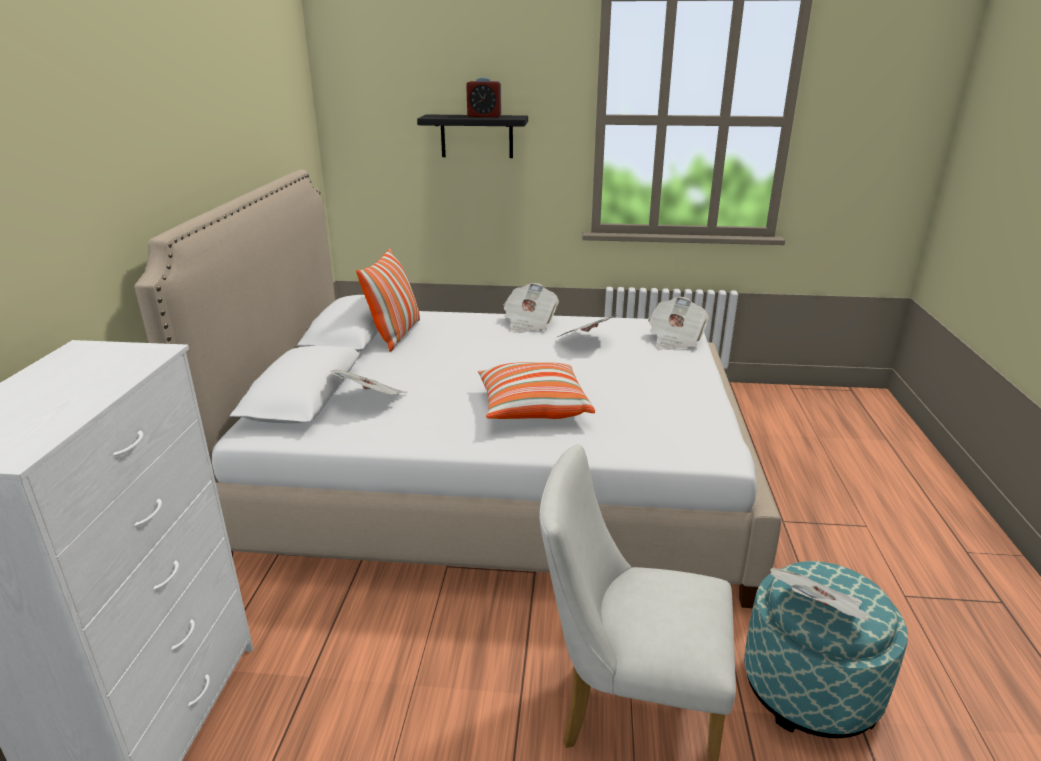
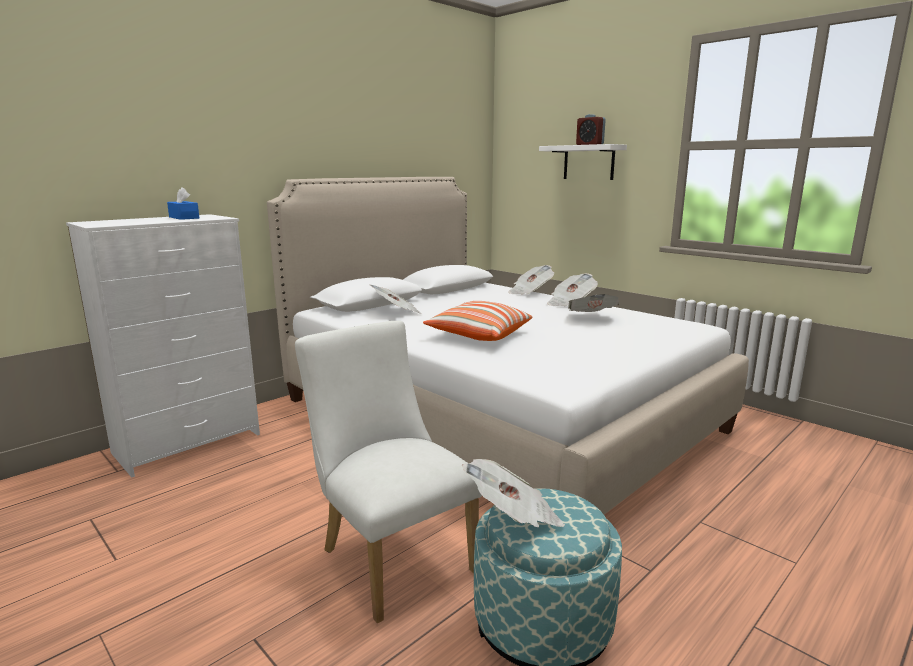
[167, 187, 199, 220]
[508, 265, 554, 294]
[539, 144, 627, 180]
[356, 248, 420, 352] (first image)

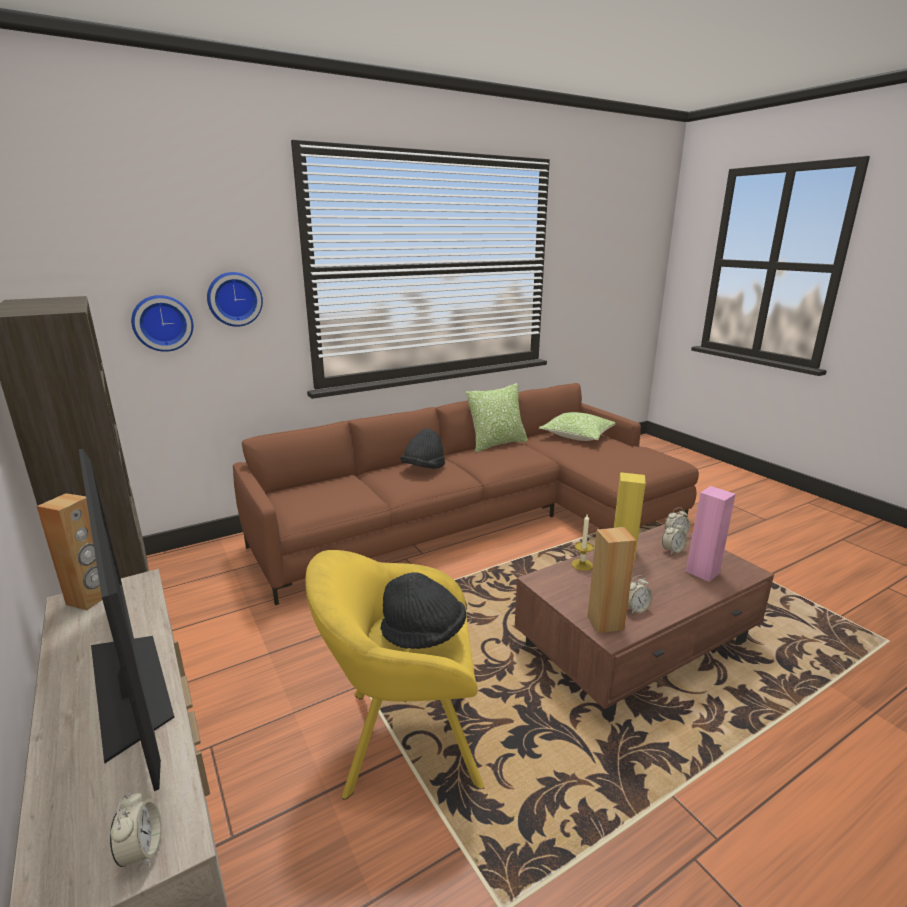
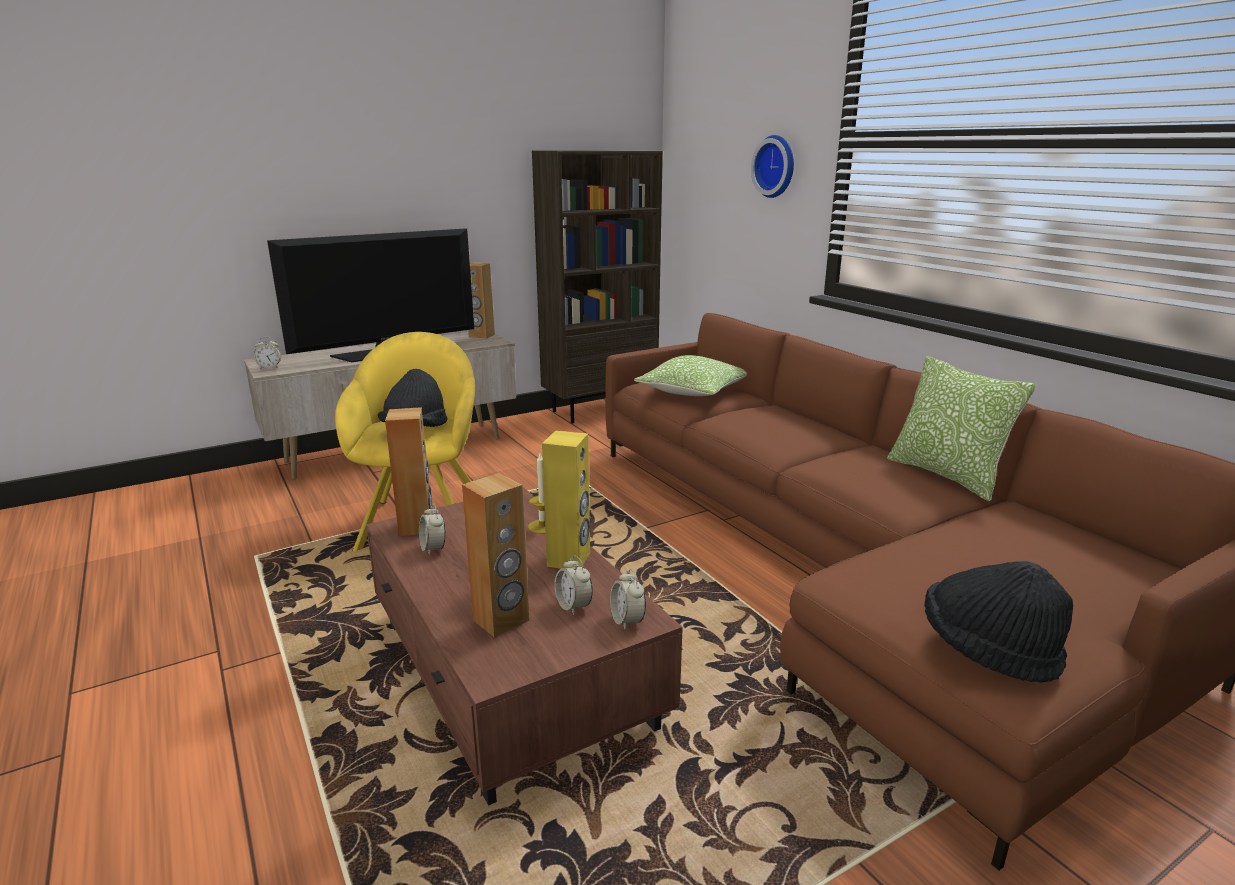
[462, 473, 529, 638]
[634, 355, 747, 396]
[924, 561, 1073, 683]
[131, 295, 193, 352] (first image)

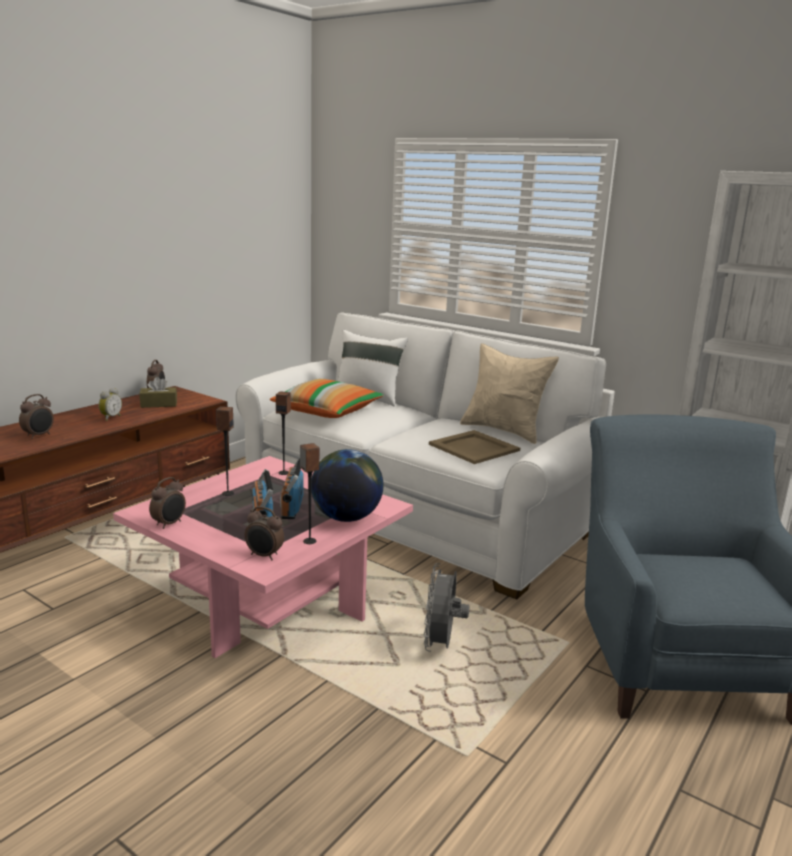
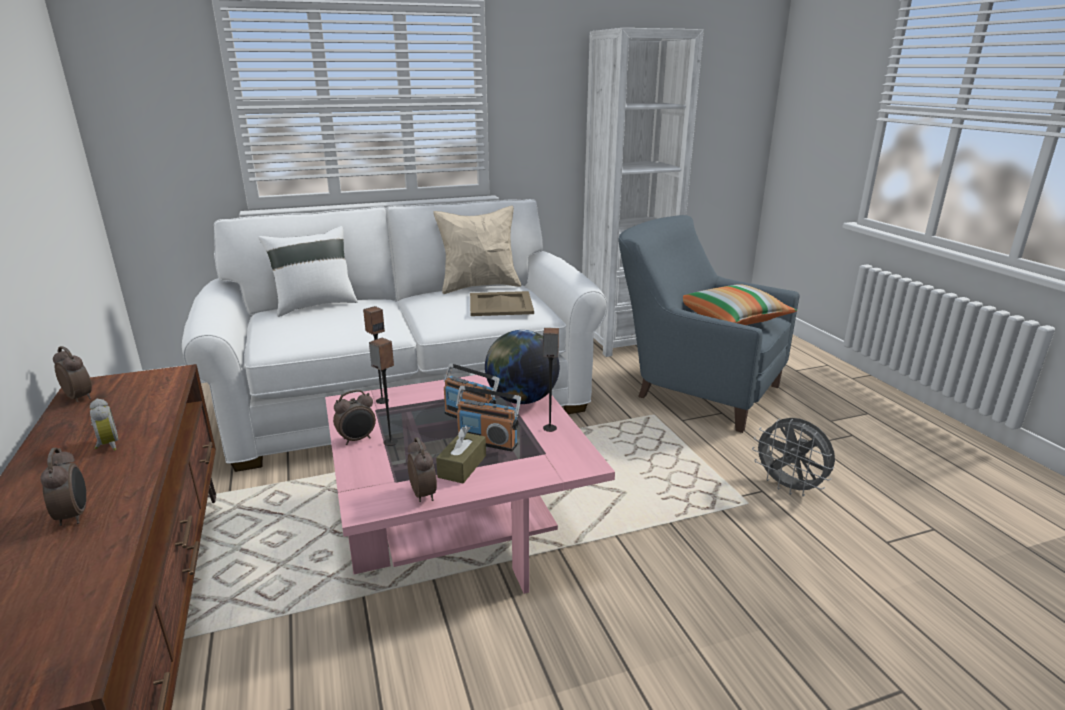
[333, 390, 376, 445]
[436, 426, 486, 483]
[683, 284, 797, 325]
[752, 418, 835, 496]

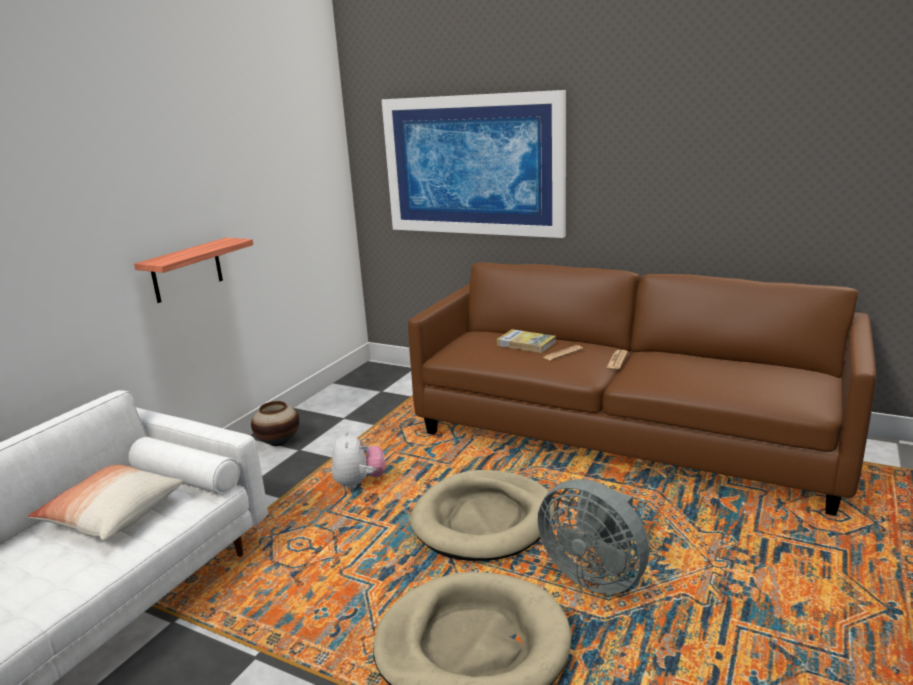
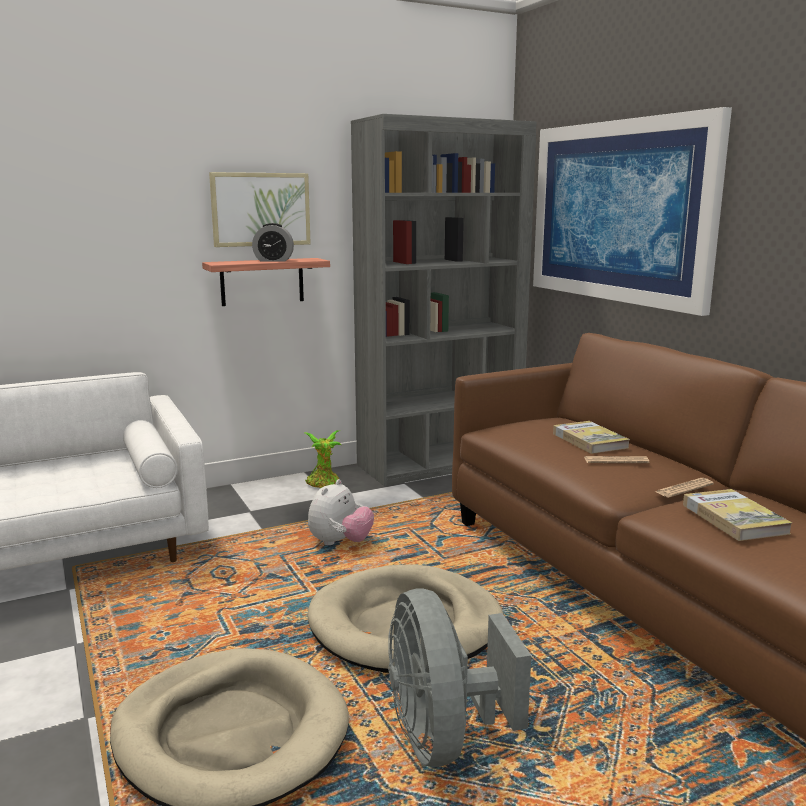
[209, 172, 311, 247]
[252, 223, 294, 261]
[305, 430, 341, 488]
[351, 114, 537, 486]
[683, 489, 792, 541]
[28, 465, 183, 541] (first image)

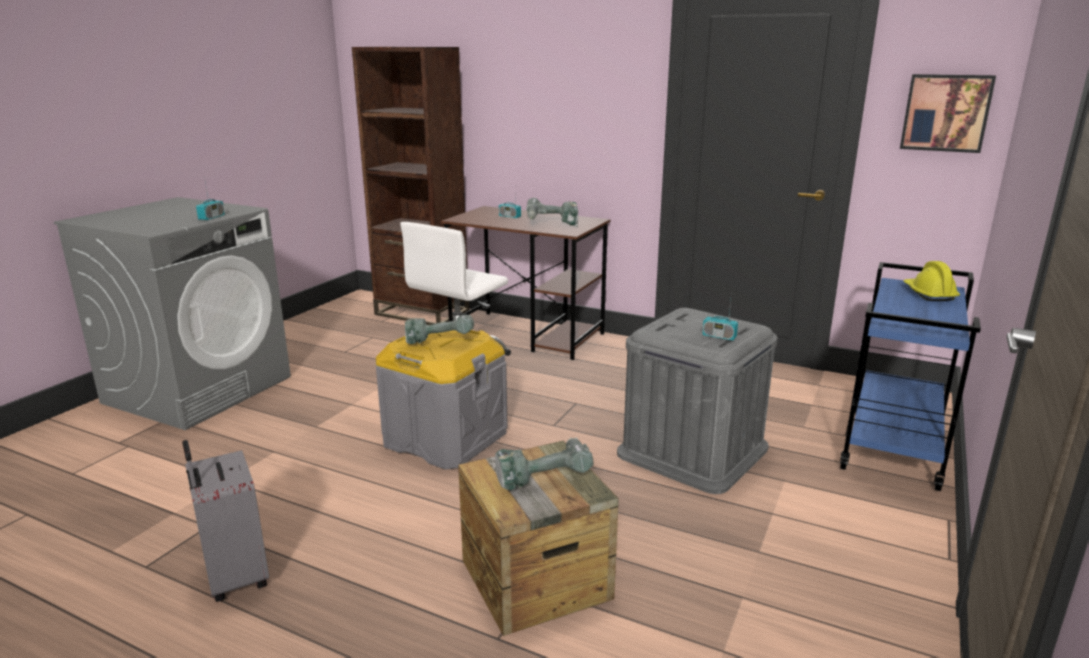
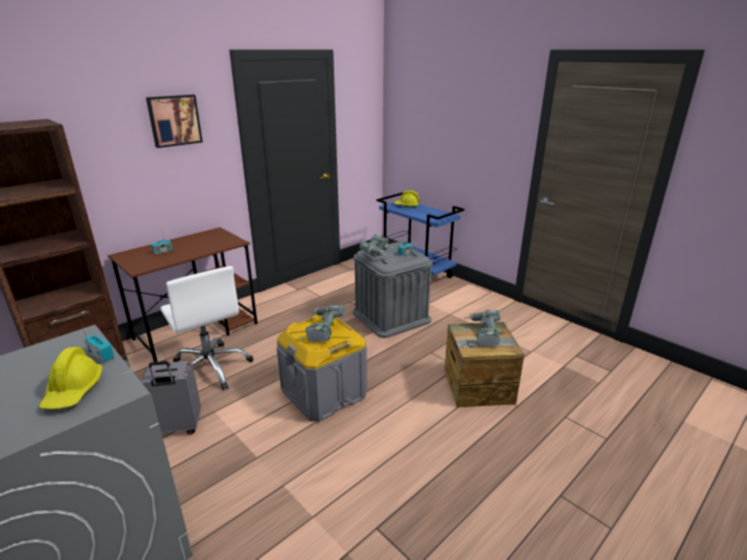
[39, 347, 102, 410]
[141, 361, 201, 435]
[146, 95, 203, 148]
[359, 234, 394, 256]

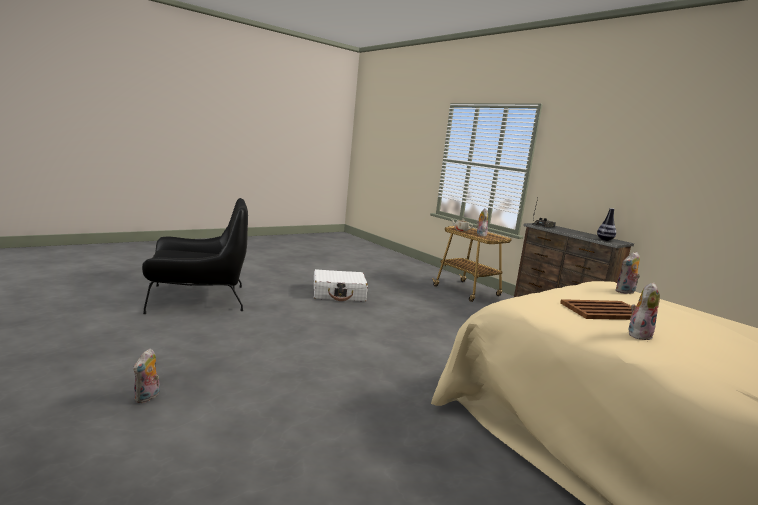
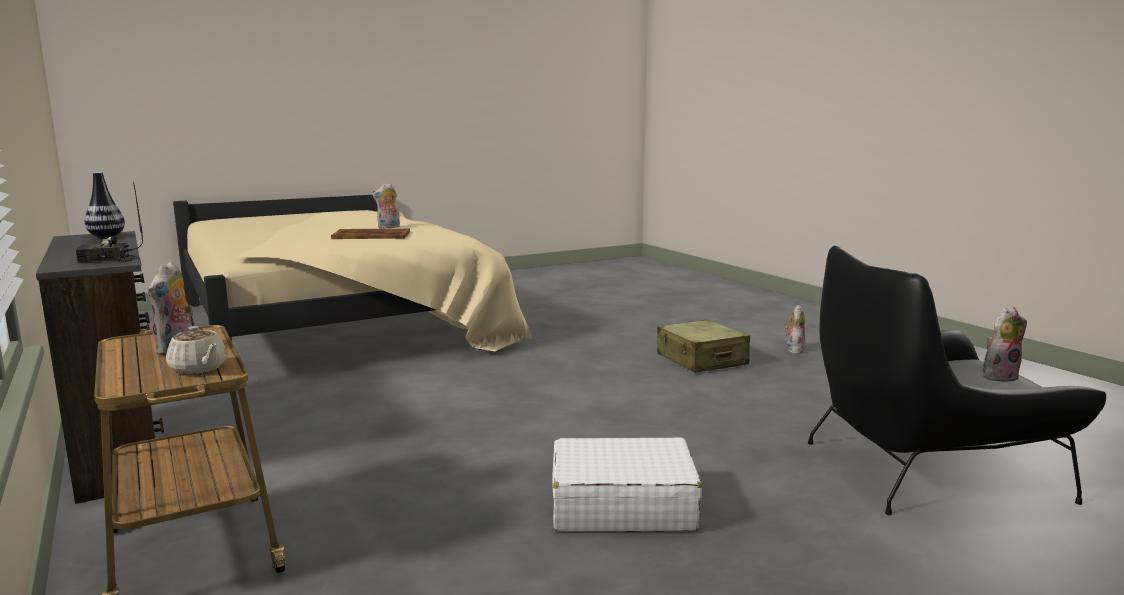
[657, 319, 750, 373]
[983, 307, 1027, 382]

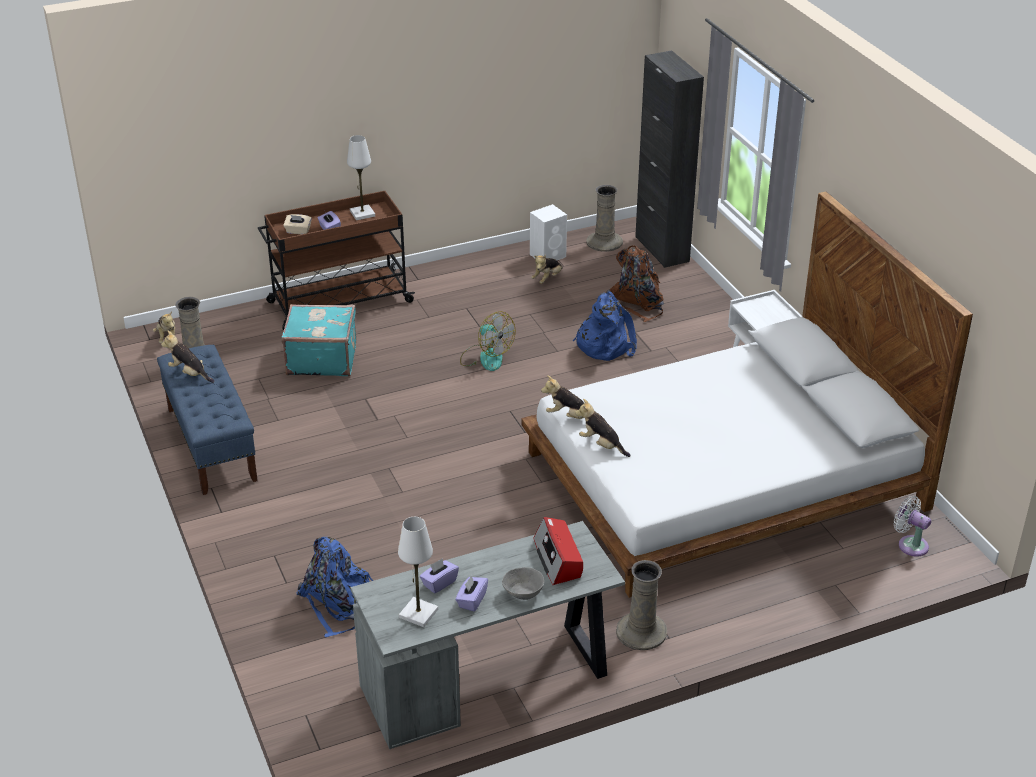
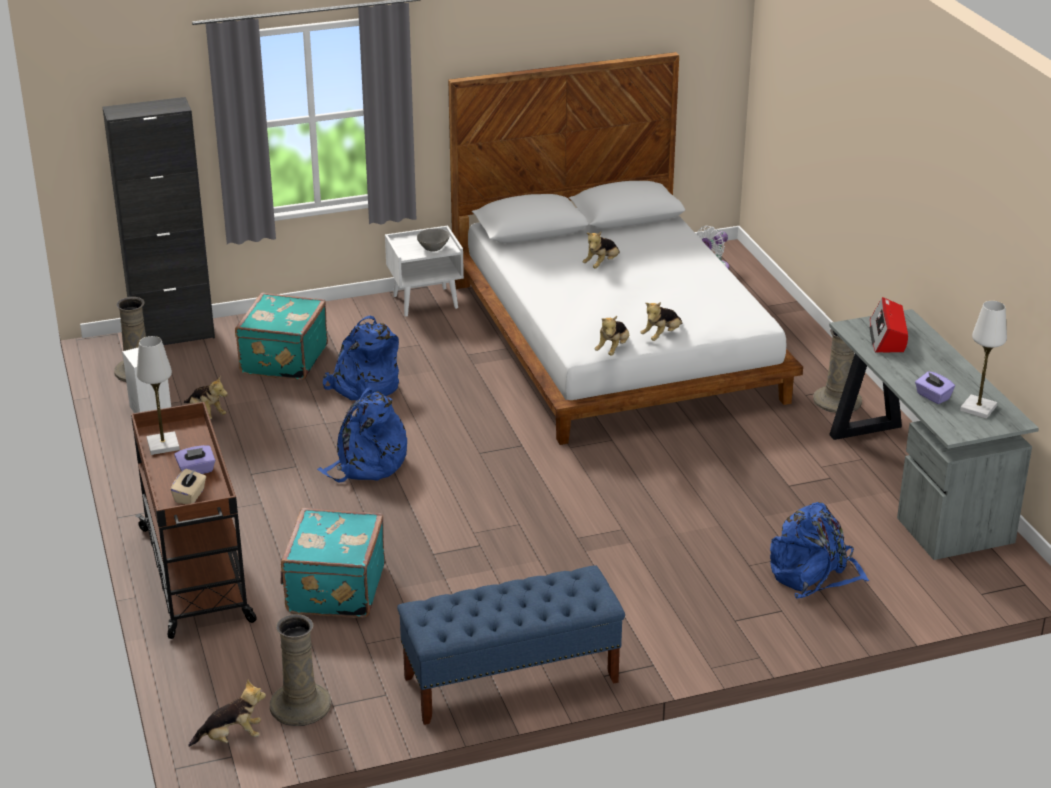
[235, 293, 328, 380]
[317, 387, 407, 482]
[417, 228, 450, 252]
[582, 232, 620, 269]
[870, 297, 908, 353]
[455, 575, 488, 612] (first image)

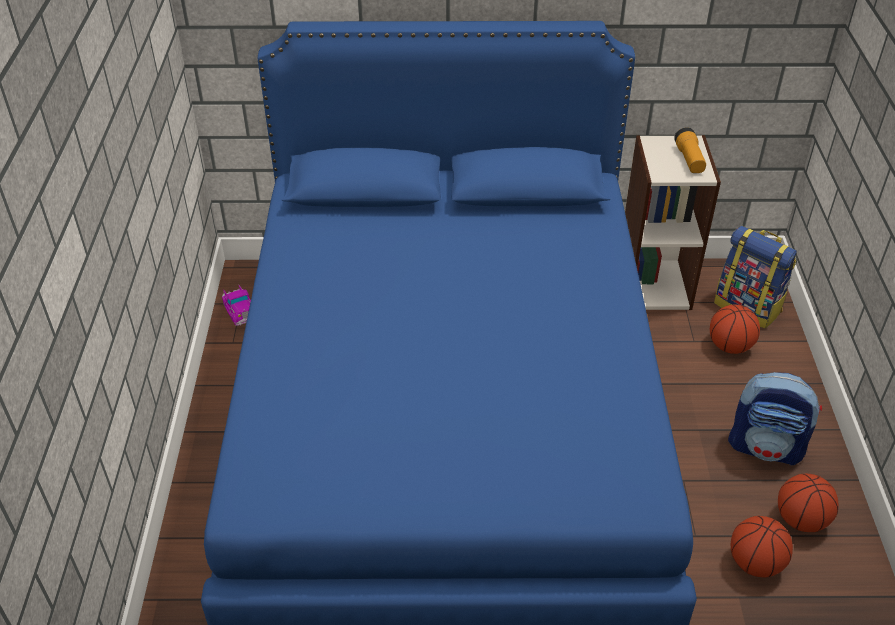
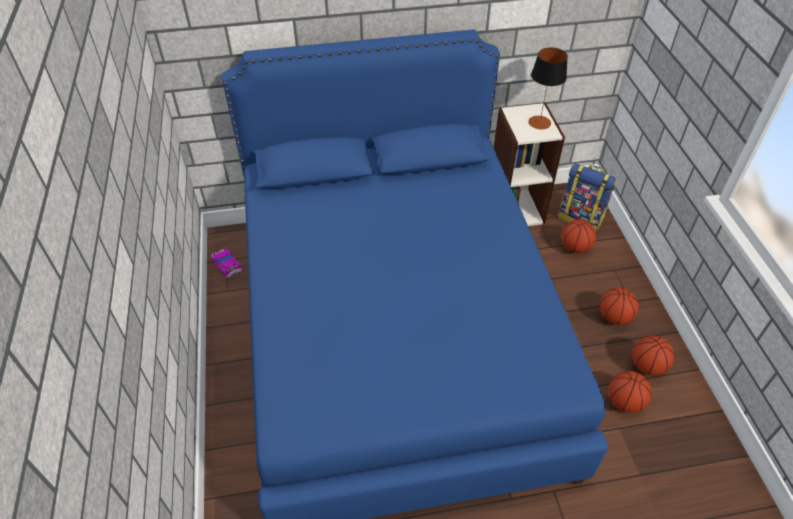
[528, 48, 568, 129]
[600, 287, 639, 325]

